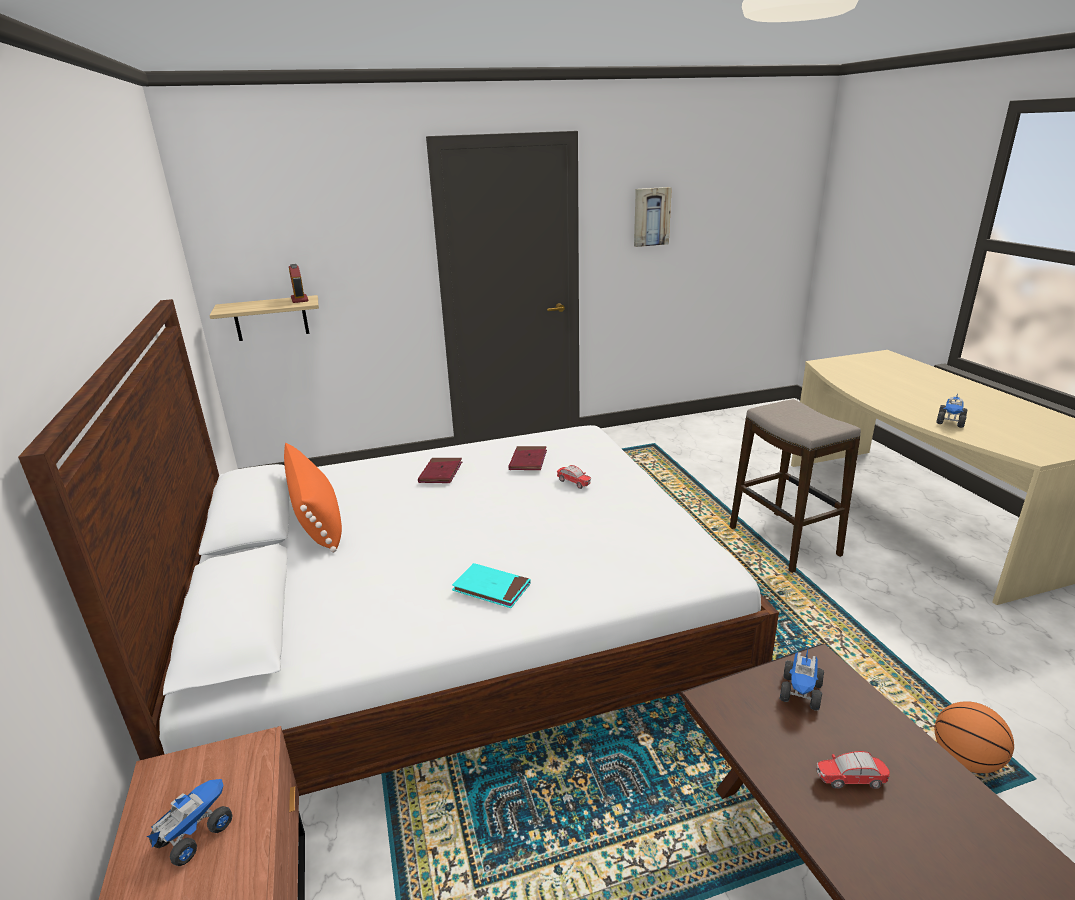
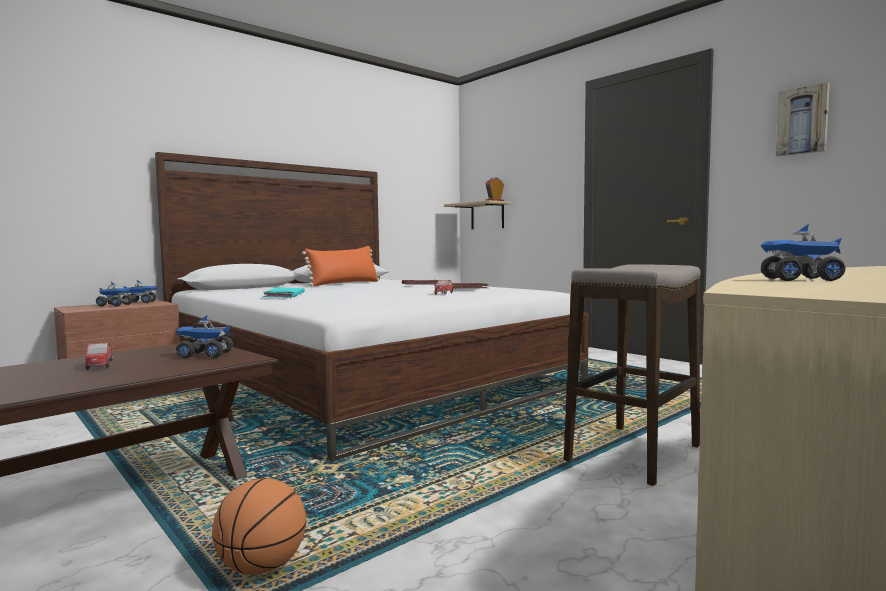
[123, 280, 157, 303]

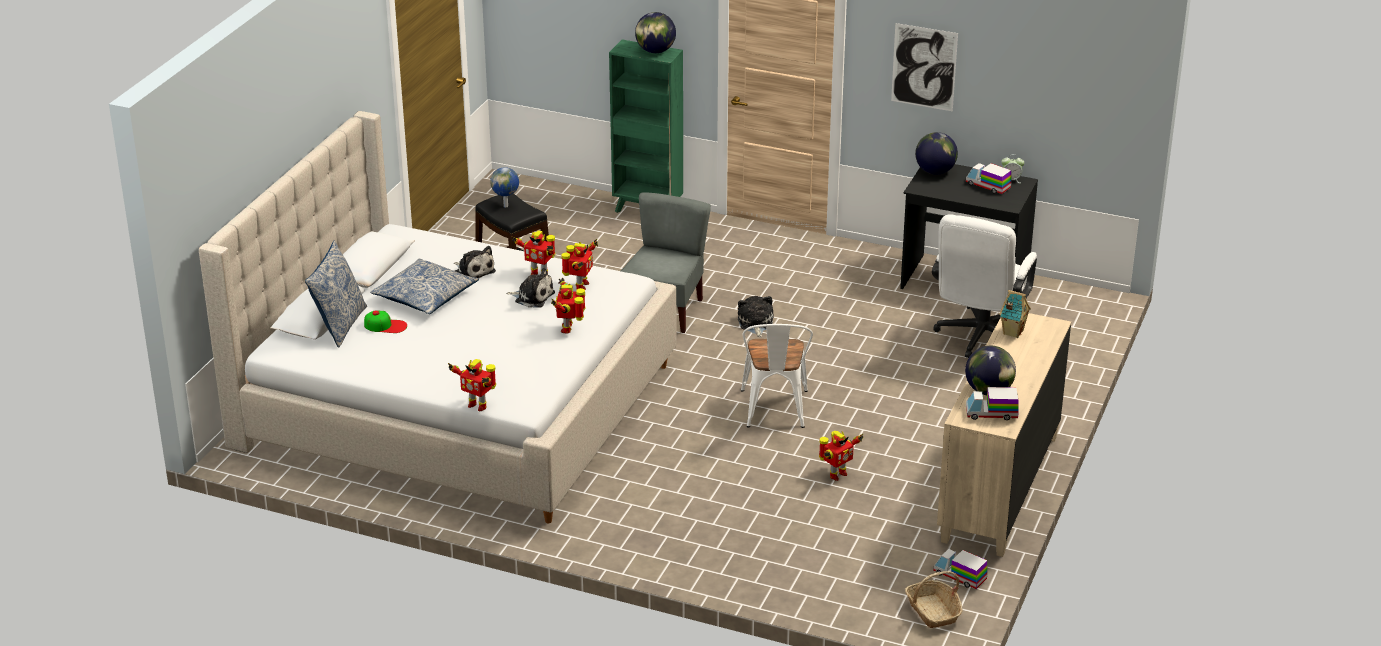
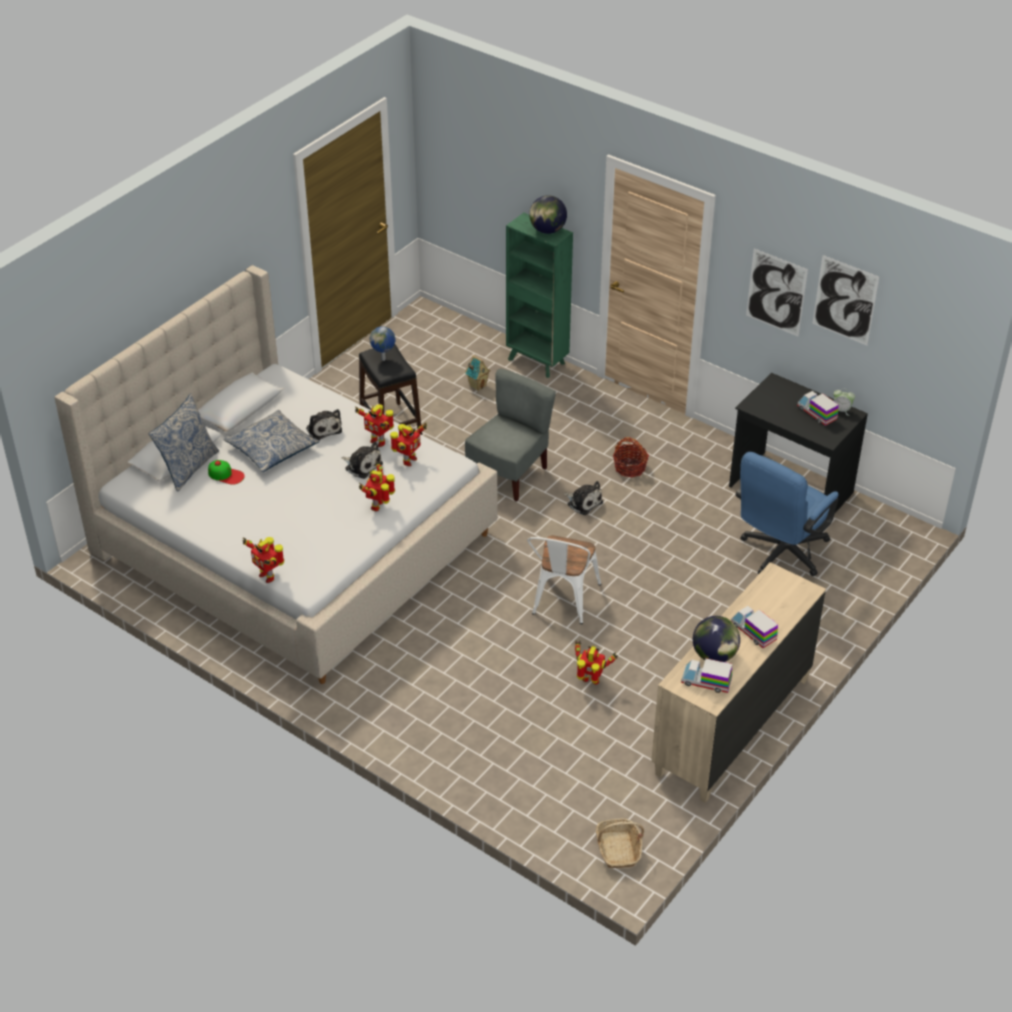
[465, 355, 491, 391]
[564, 481, 603, 515]
[575, 641, 618, 685]
[613, 437, 649, 478]
[731, 606, 778, 648]
[736, 452, 839, 576]
[813, 255, 879, 345]
[915, 132, 958, 175] (first image)

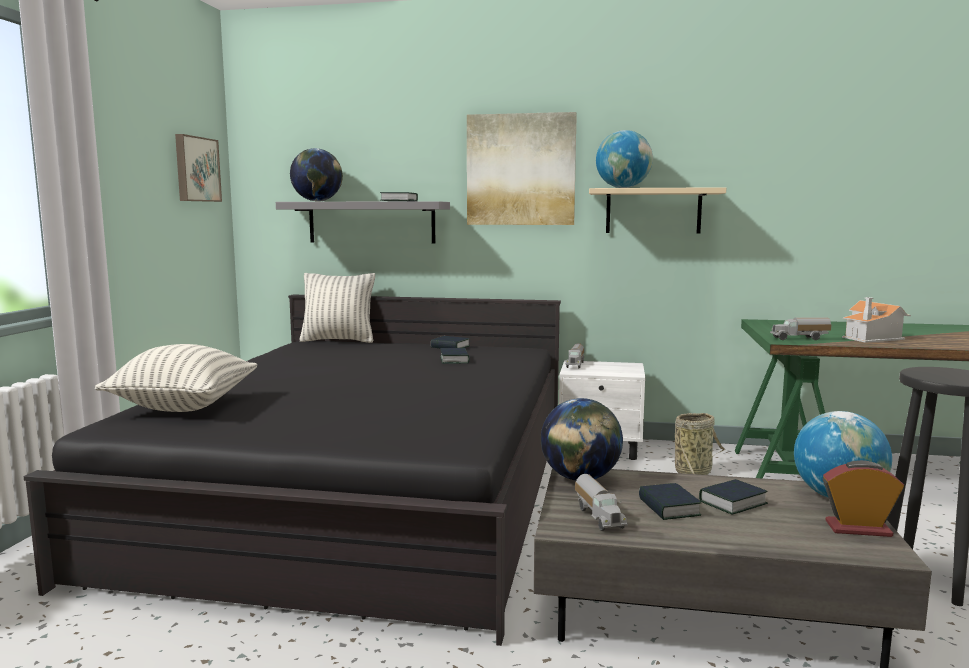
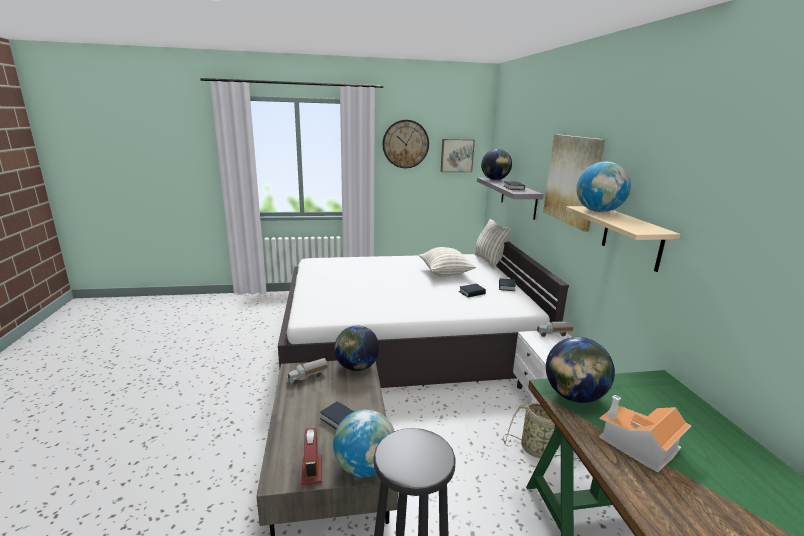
[278, 241, 569, 388]
[383, 120, 429, 168]
[419, 247, 476, 277]
[546, 337, 615, 403]
[639, 483, 701, 520] (first image)

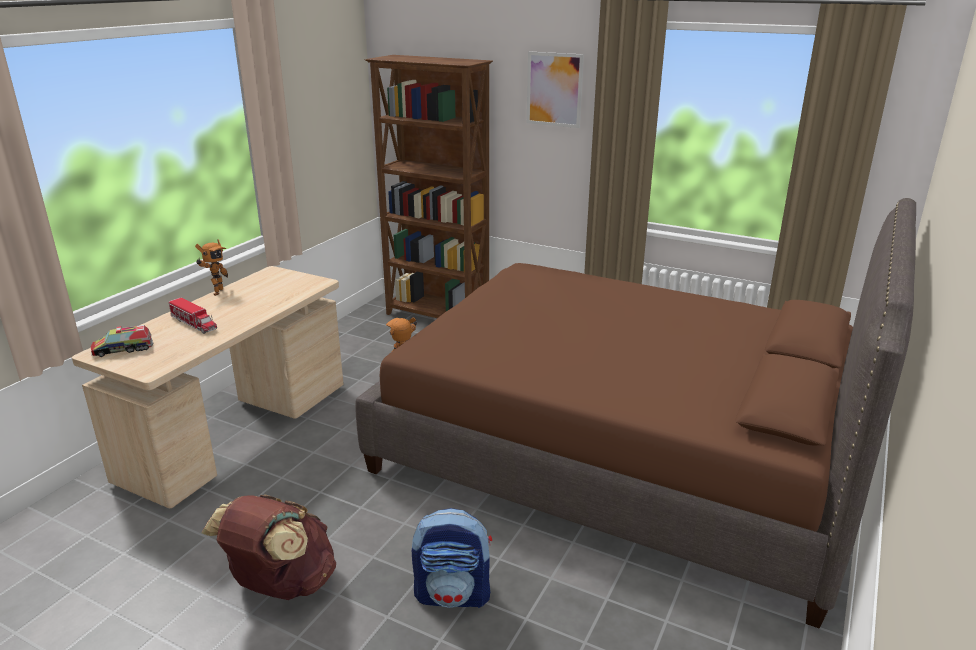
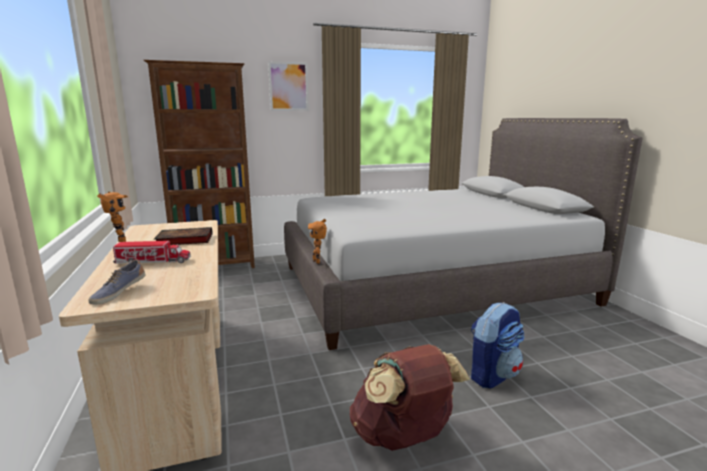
[89, 260, 146, 305]
[154, 227, 213, 245]
[284, 118, 642, 350]

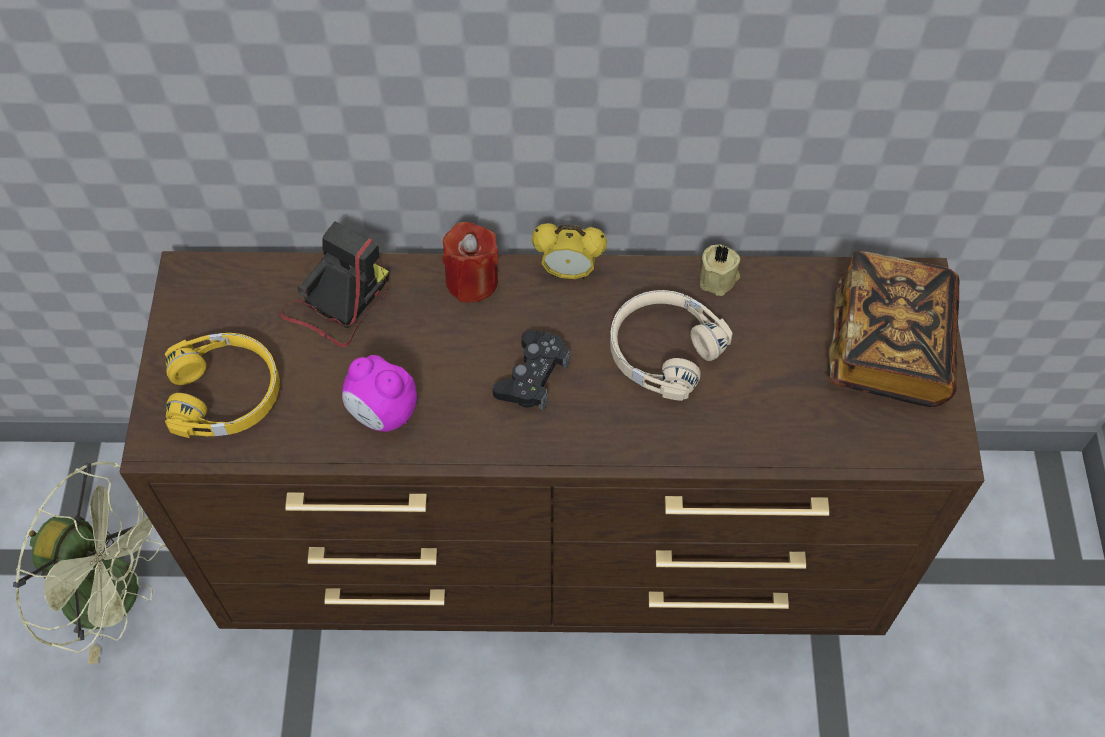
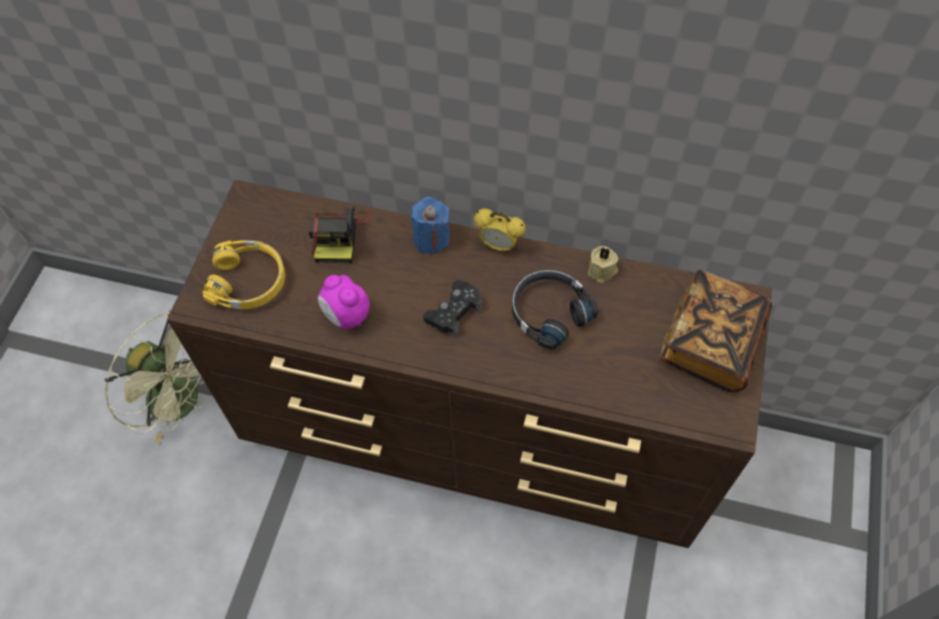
[308, 206, 370, 263]
[410, 197, 450, 254]
[512, 270, 599, 350]

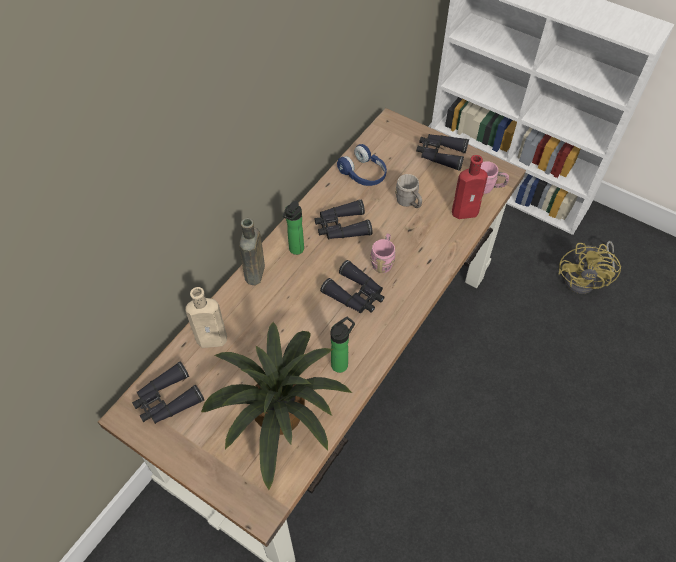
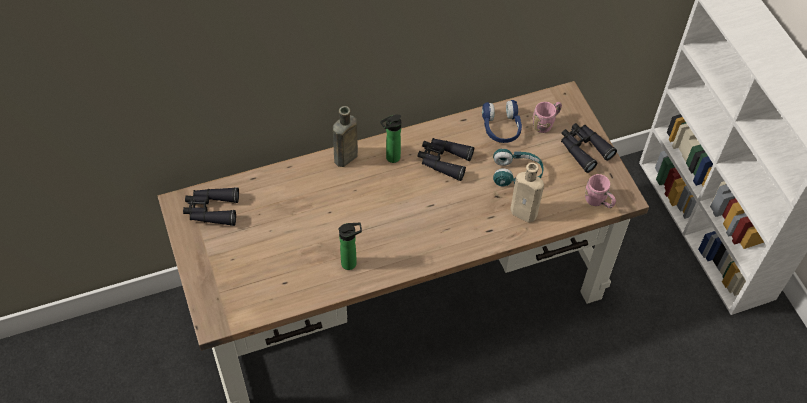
[493, 149, 544, 186]
[510, 163, 544, 223]
[533, 102, 562, 133]
[201, 322, 352, 490] (first image)
[320, 260, 384, 313] (first image)
[452, 155, 488, 219] (first image)
[559, 241, 621, 294] (first image)

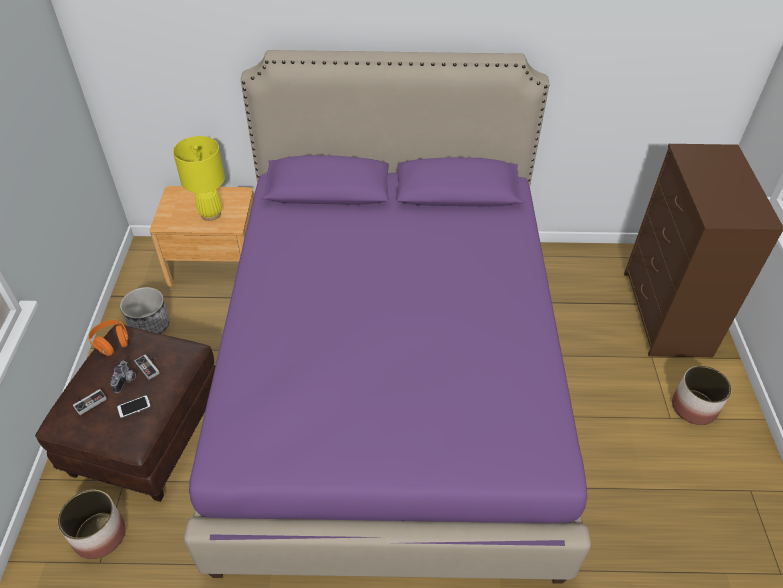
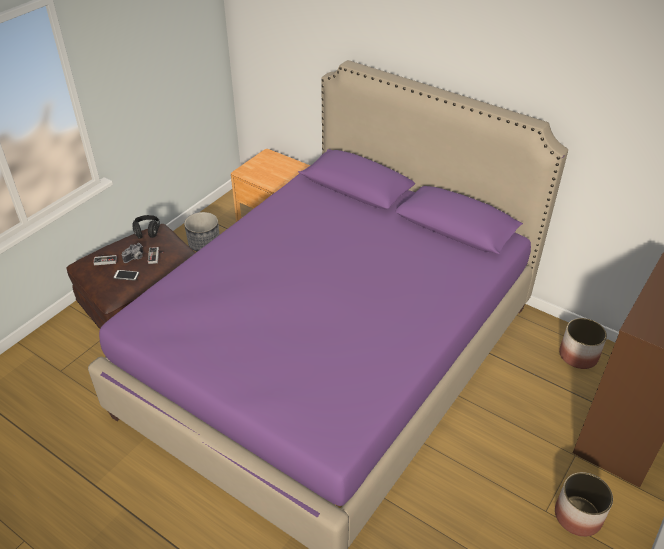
[132, 215, 160, 239]
[559, 318, 607, 369]
[173, 136, 225, 221] (first image)

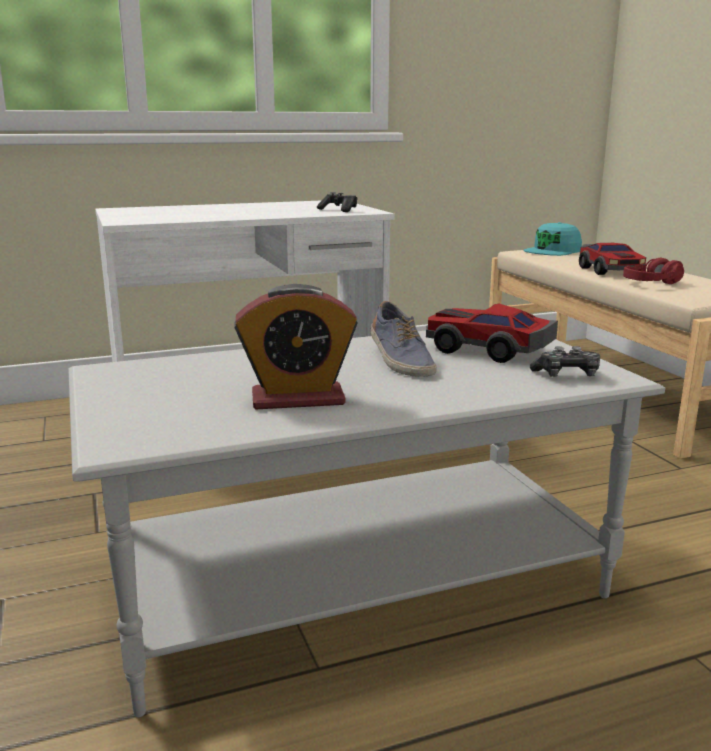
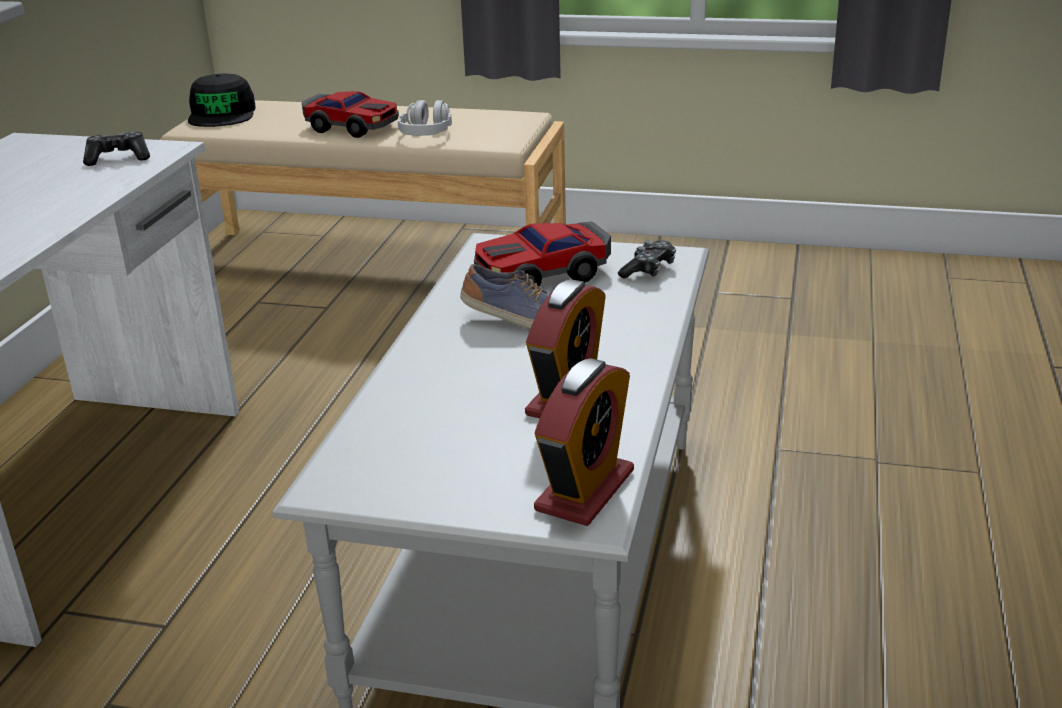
[188, 74, 256, 127]
[398, 100, 452, 136]
[534, 358, 634, 526]

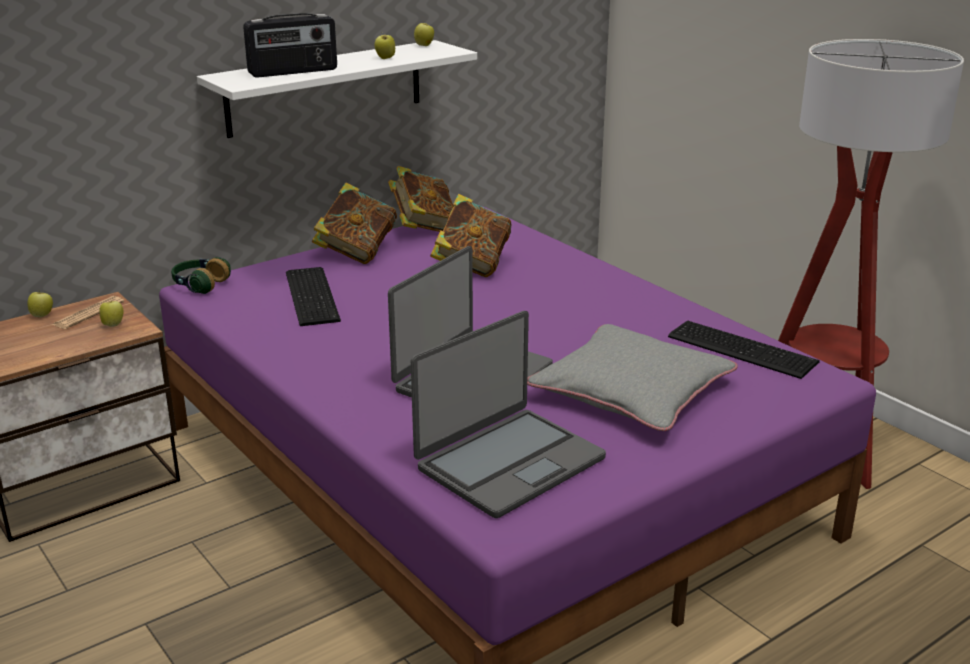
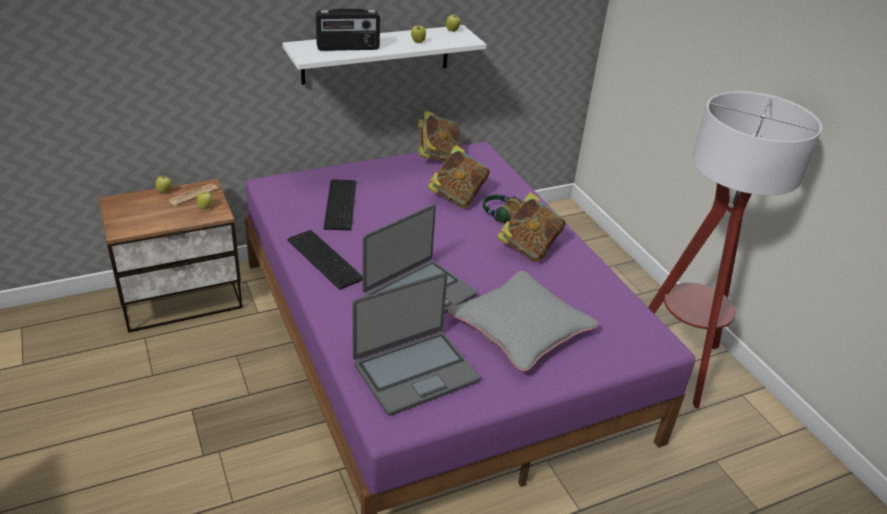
[287, 230, 363, 290]
[483, 194, 522, 223]
[496, 192, 566, 262]

